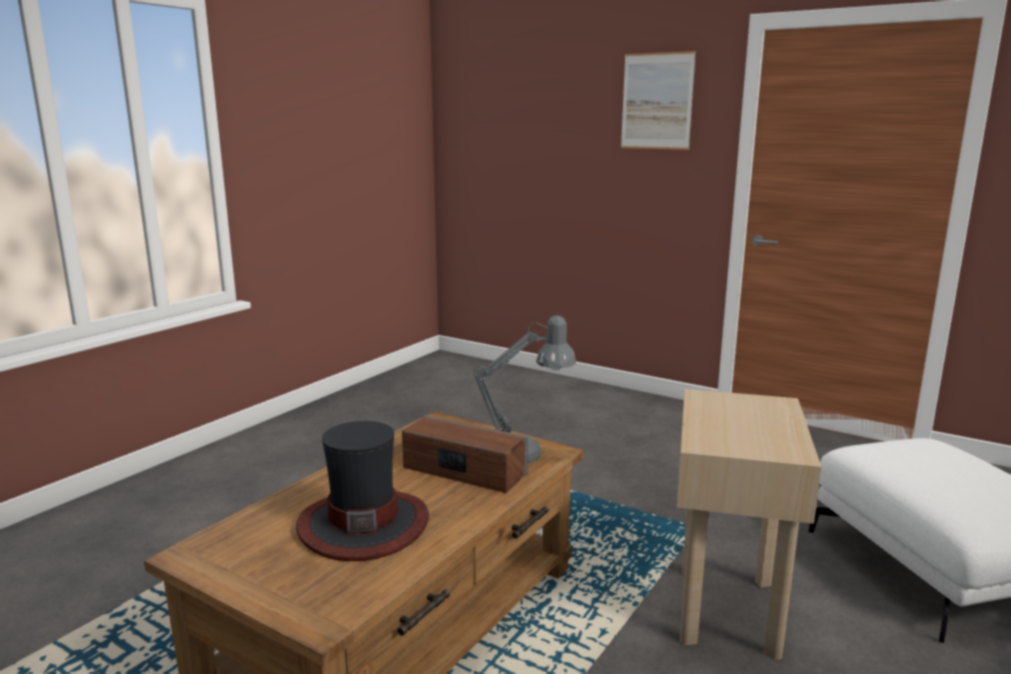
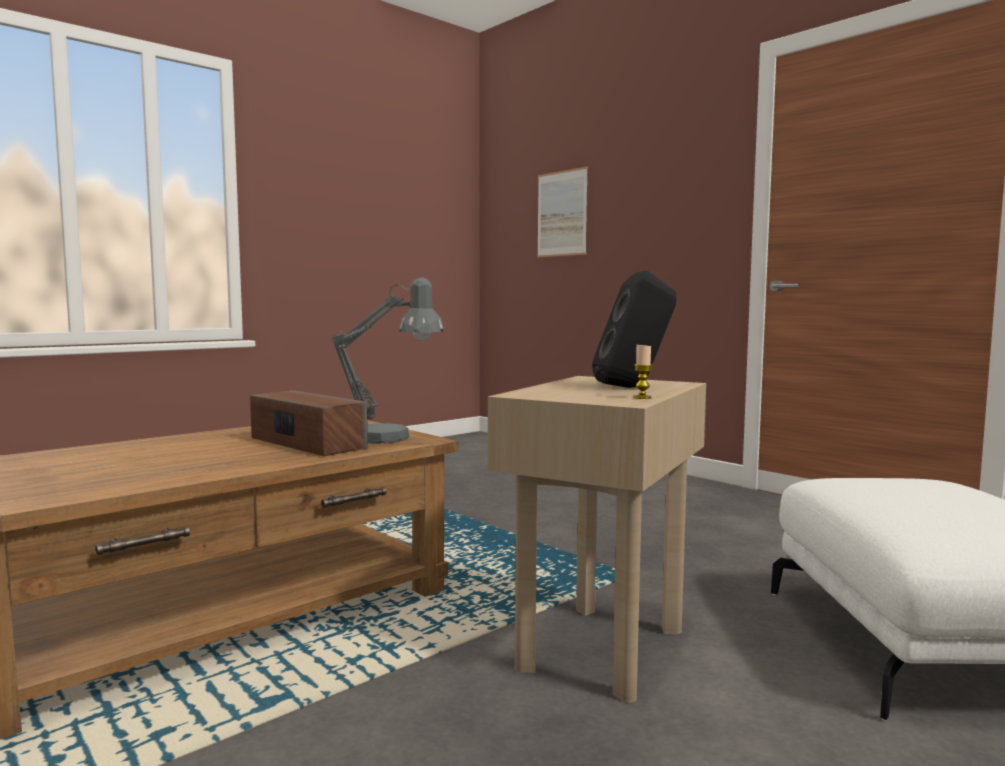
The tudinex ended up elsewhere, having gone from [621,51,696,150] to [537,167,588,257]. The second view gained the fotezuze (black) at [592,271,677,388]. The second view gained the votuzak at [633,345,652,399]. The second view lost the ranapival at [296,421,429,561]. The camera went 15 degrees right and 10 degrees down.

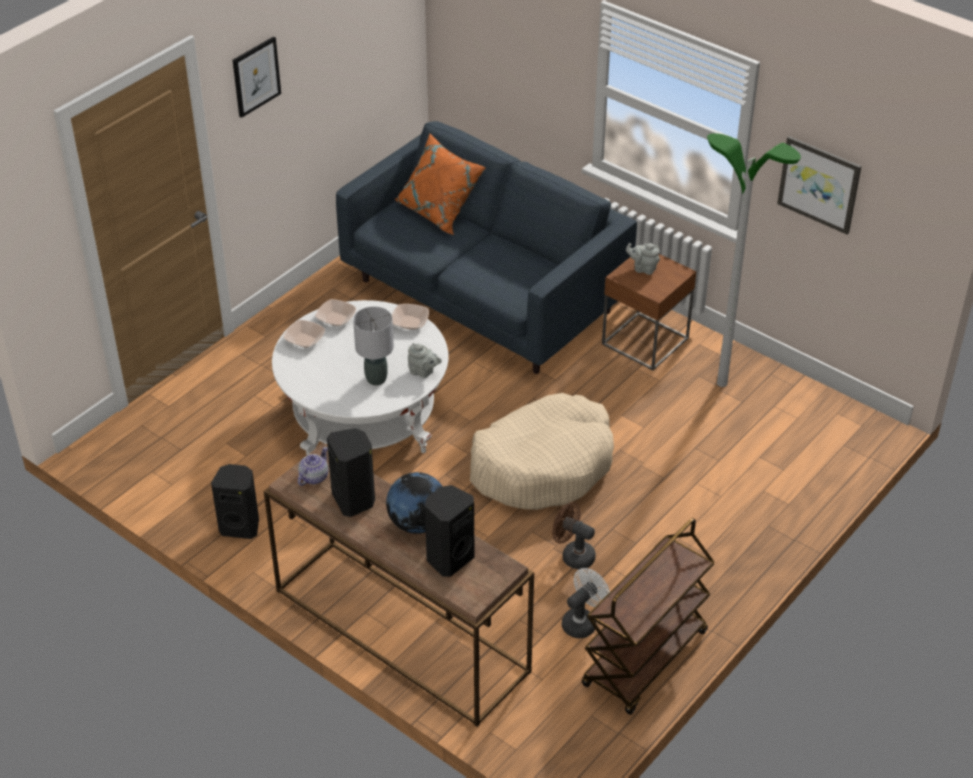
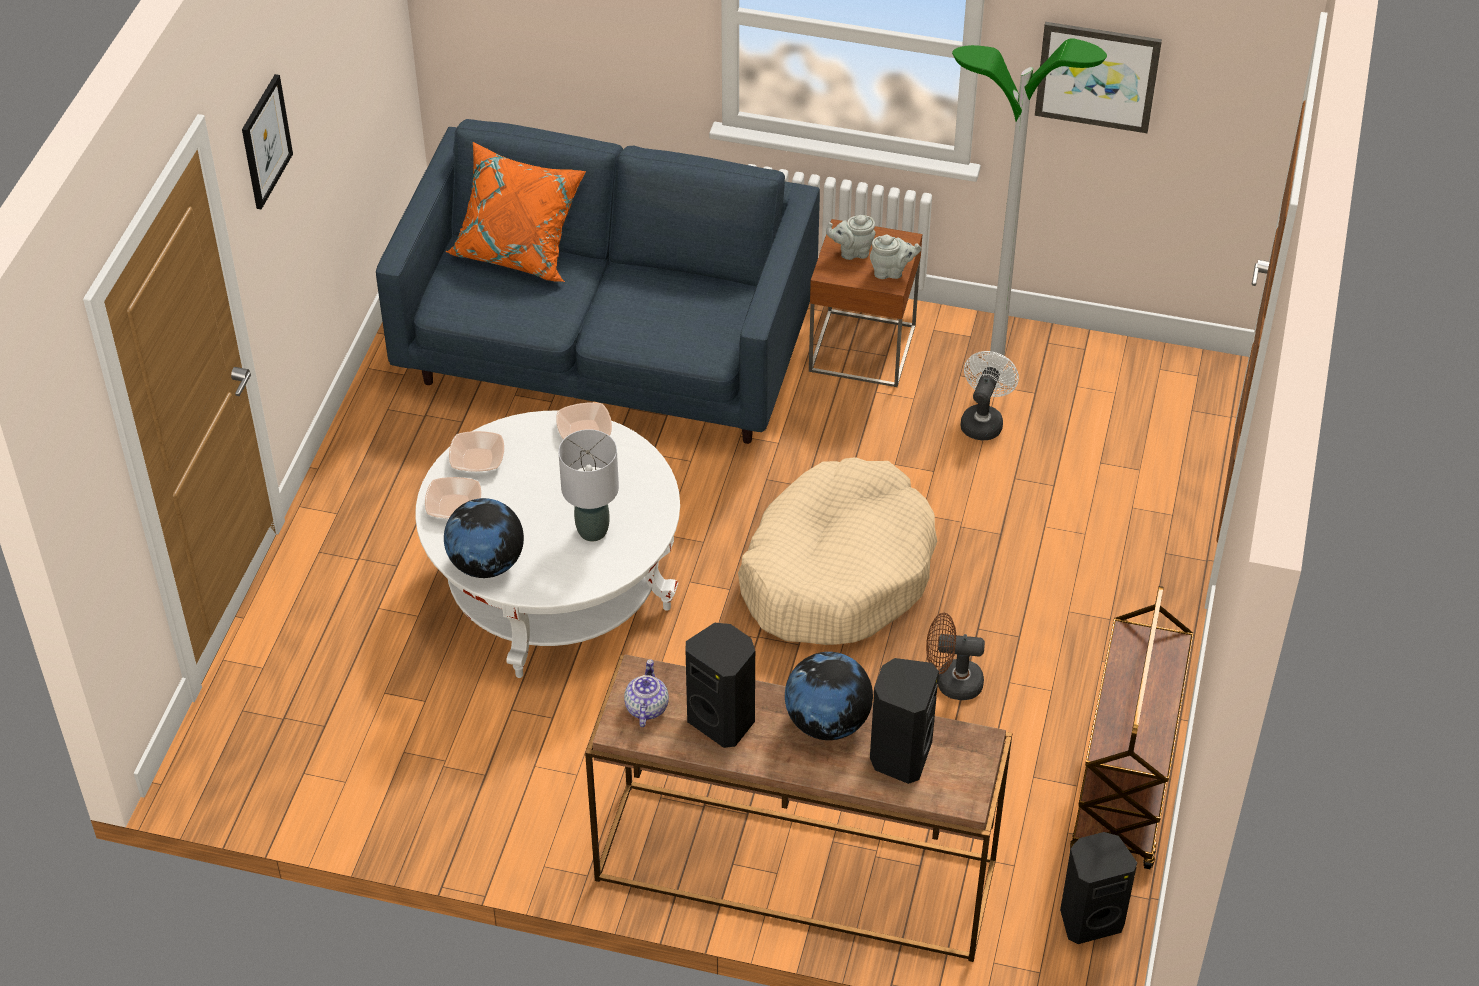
The second view gained the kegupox at [444,498,524,578]. The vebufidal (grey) ended up elsewhere, having gone from [408,343,442,378] to [870,235,921,279]. The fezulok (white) ended up elsewhere, having gone from [562,568,610,638] to [960,351,1019,440]. The fotezuze (black) ended up elsewhere, having gone from [211,464,259,539] to [1060,832,1137,944]. The camera went 25 degrees left and 5 degrees up.

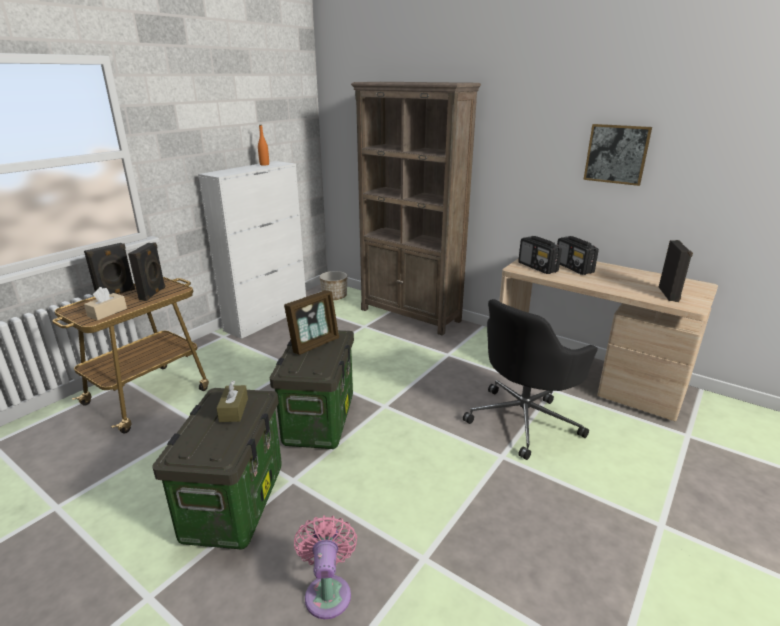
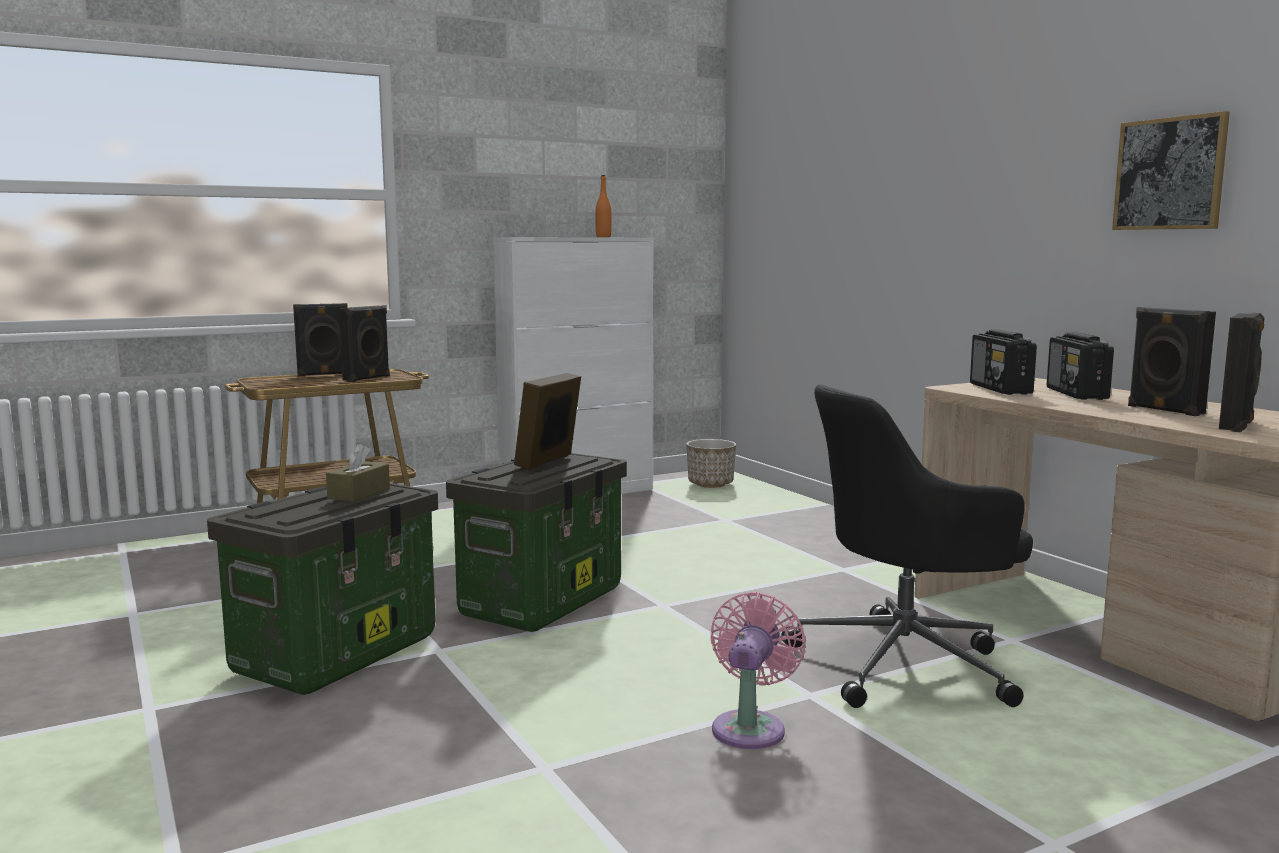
The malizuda at [284,290,339,355] ended up facing another way, 135 degrees clockwise from before. The fezulok (pink) ended up elsewhere, having gone from [294,515,357,619] to [710,592,806,749]. The second view gained the fotezuze (black) at [1128,307,1216,416]. The second view lost the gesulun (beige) at [84,287,127,320]. The second view lost the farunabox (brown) at [351,82,481,335]. The camera went 25 degrees right and 15 degrees down.

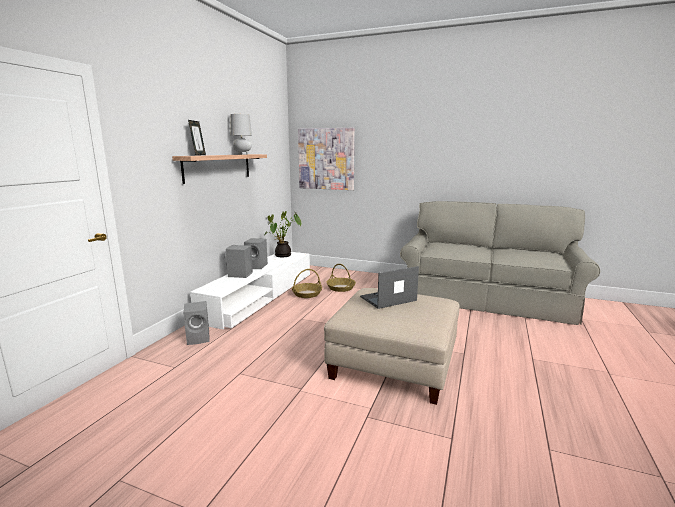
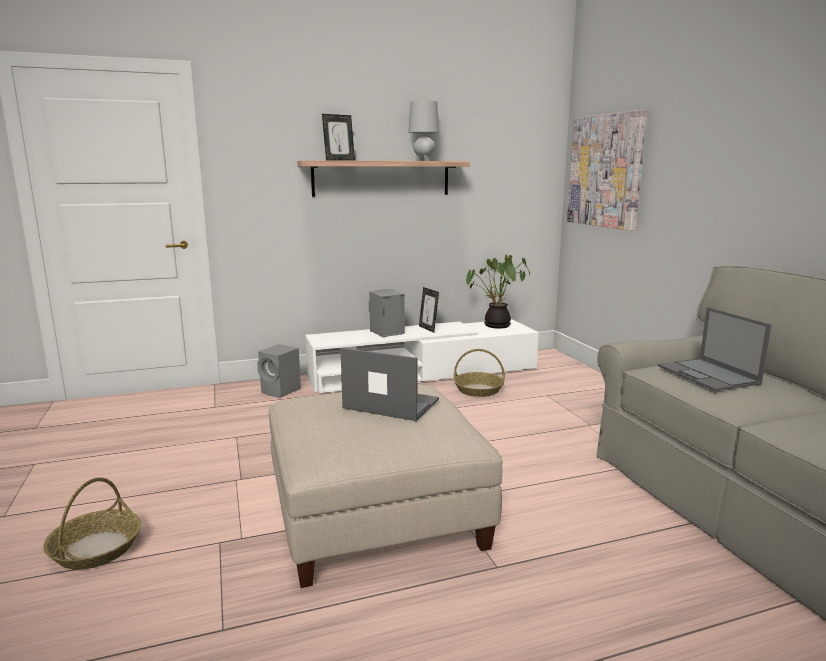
The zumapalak ended up elsewhere, having gone from [326,264,356,292] to [43,477,141,570]. Where the fotezuze (grey) stood at [244,238,268,269], the malizuda came to stand at [419,287,439,333]. The second view gained the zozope at [658,307,772,391]. The camera went 50 degrees right and 0 degrees up.

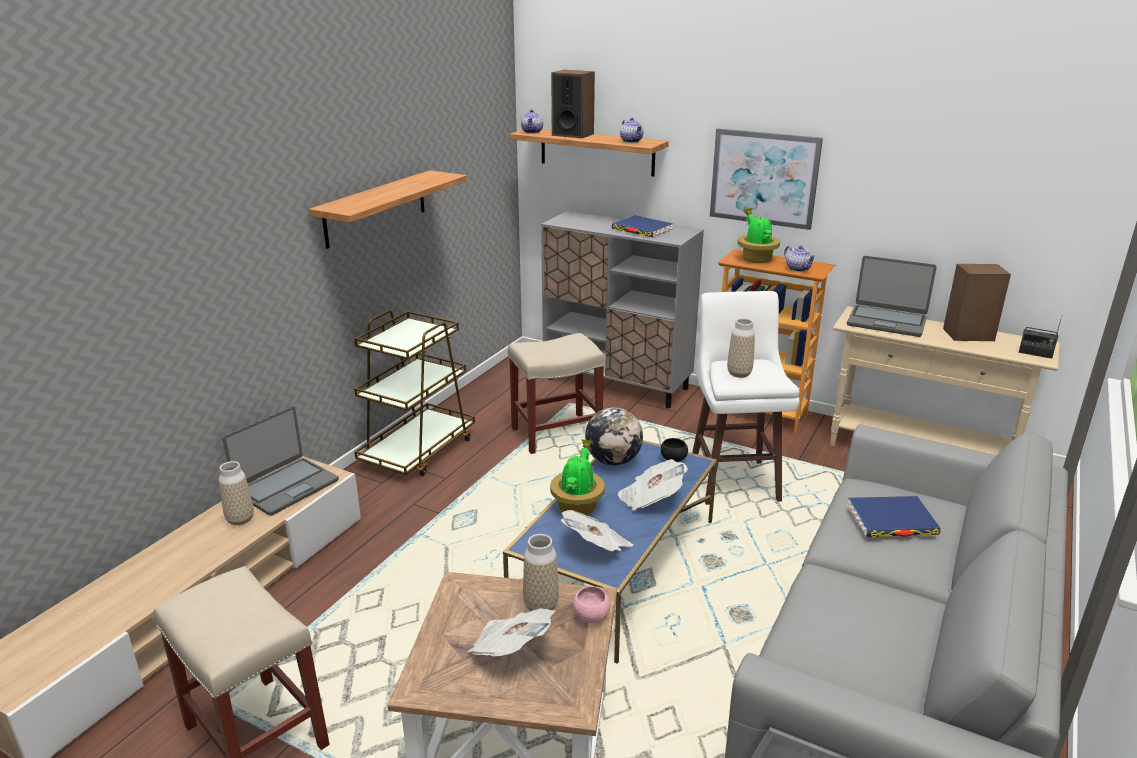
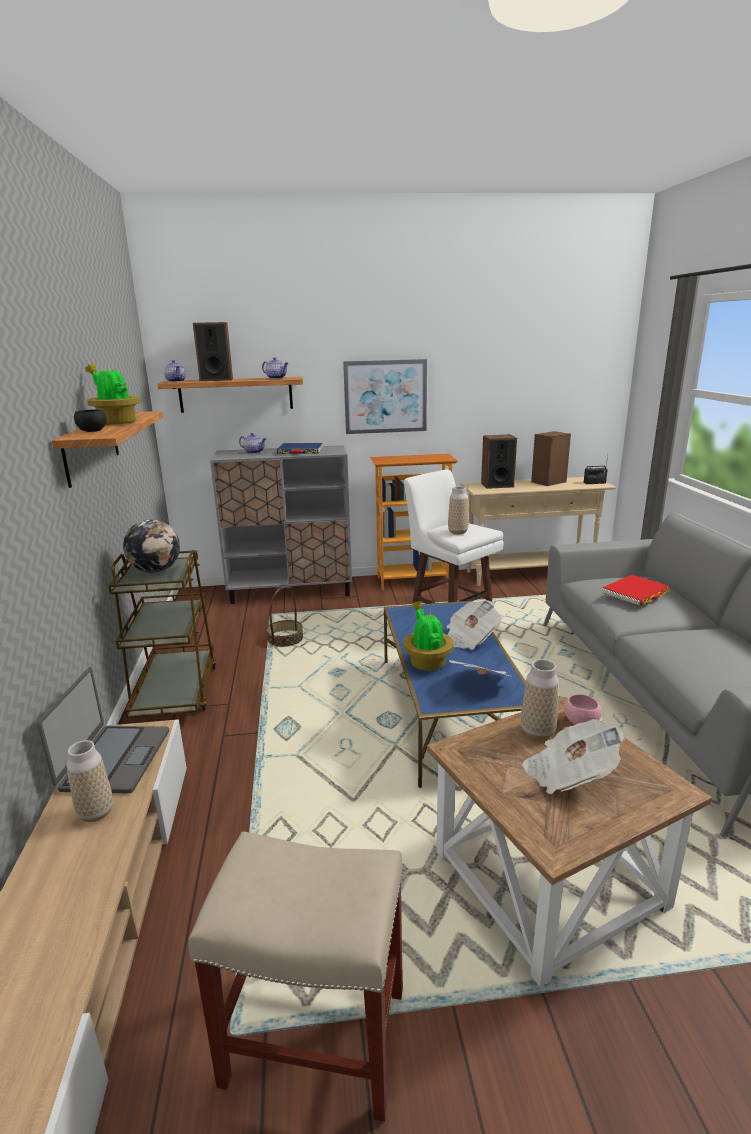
The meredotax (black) ended up elsewhere, having gone from [661,438,688,462] to [74,410,107,432]. The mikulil ended up elsewhere, having gone from [738,208,780,263] to [85,364,141,425]. The kegupox ended up elsewhere, having gone from [585,407,643,466] to [123,519,180,573]. The vebufidal ended up elsewhere, having gone from [784,245,816,272] to [239,433,266,454]. Where the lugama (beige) stood at [508,333,605,454], the zumapalak came to stand at [266,586,303,647]. Where the zozope stood at [847,256,937,337], the fotezuze came to stand at [481,434,517,489]. What was the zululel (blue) at [848,496,940,537] turned into the zululel (red) at [603,575,670,606]. The camera went 35 degrees left and 5 degrees down.

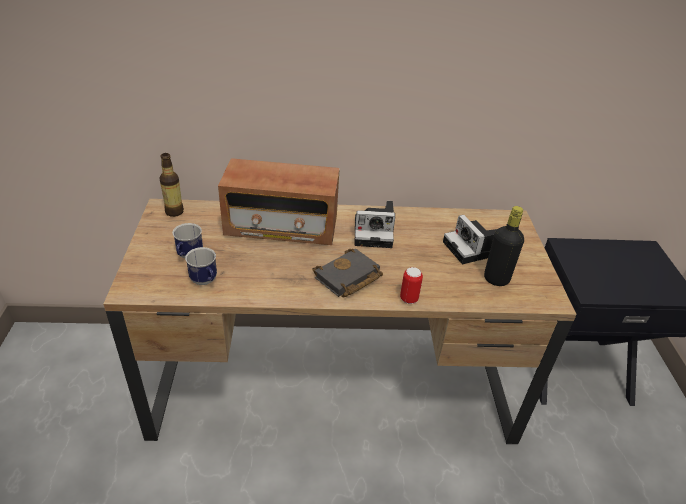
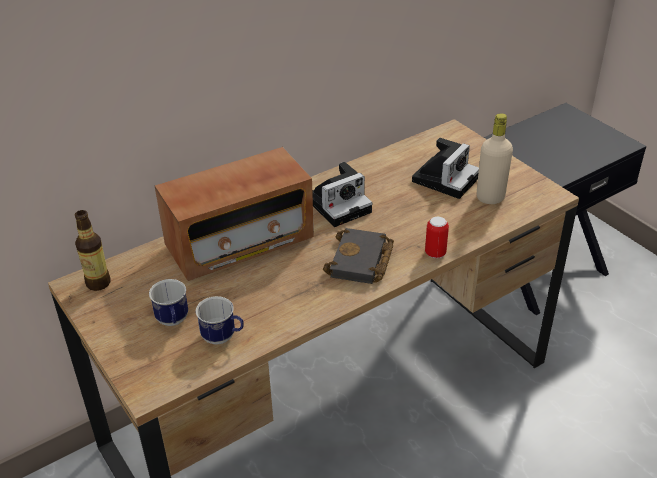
The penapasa at [443,215,498,264] ended up facing another way, 90 degrees counterclockwise from before. What was the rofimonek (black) at [484,206,524,286] turned into the rofimonek (beige) at [477,113,513,204]. The camera went 30 degrees left and 0 degrees up.

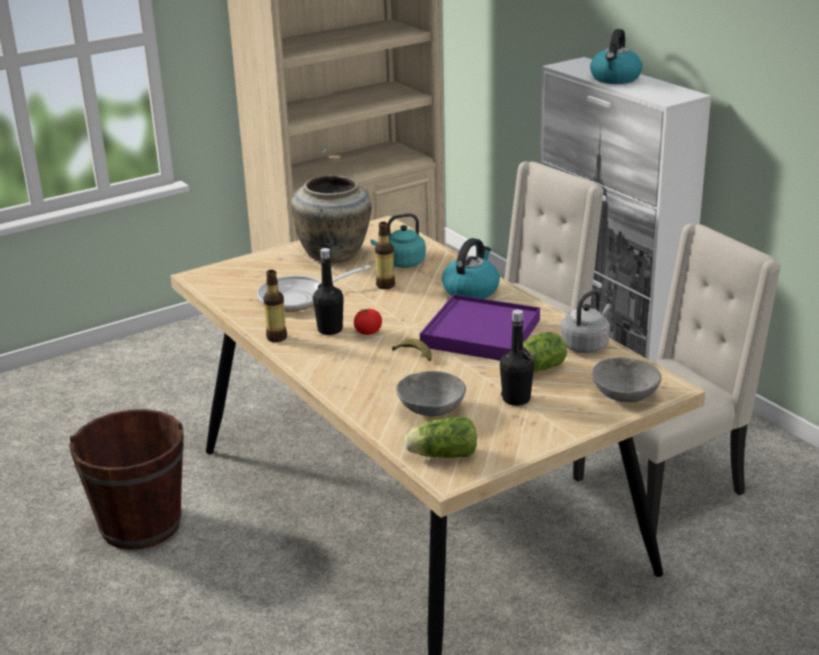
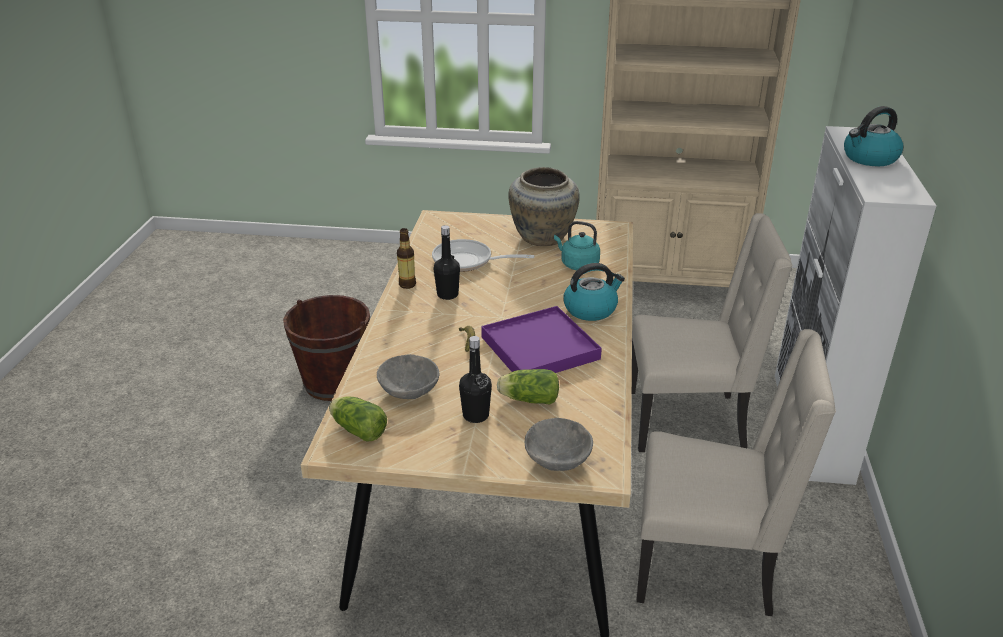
The second view lost the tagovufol at [354,308,382,335]. The second view lost the rofimonek at [375,222,395,289]. The second view lost the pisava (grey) at [560,290,611,353]. The camera went 40 degrees right and 5 degrees up.

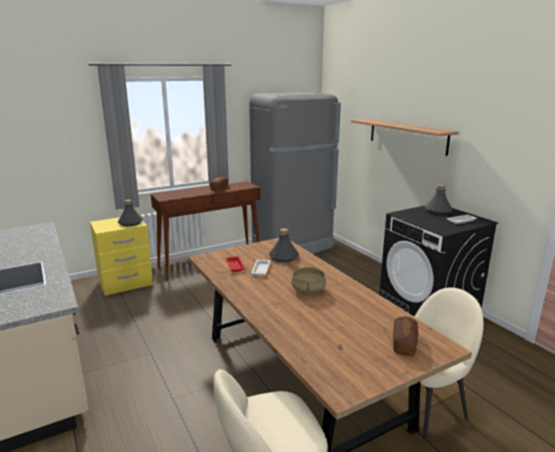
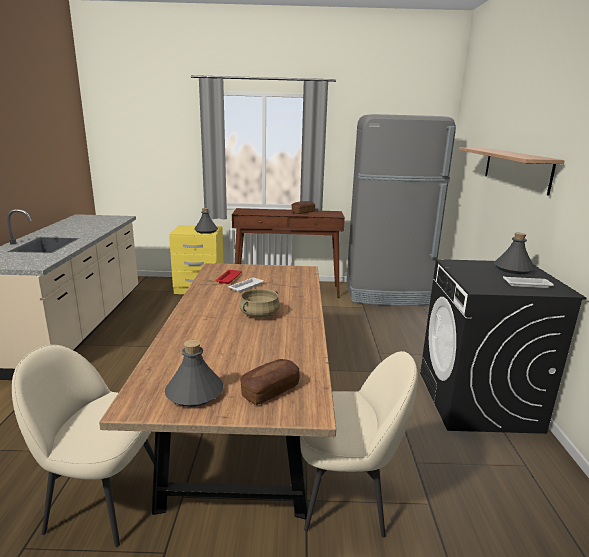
The rofimonek (grey) ended up elsewhere, having gone from [269,228,299,262] to [165,340,224,407]. The camera went 30 degrees right and 0 degrees up.

